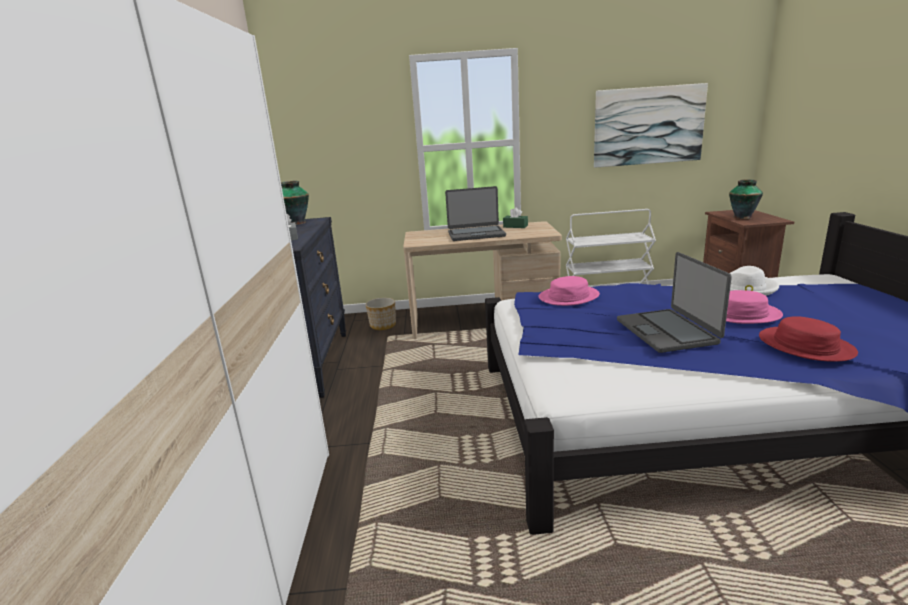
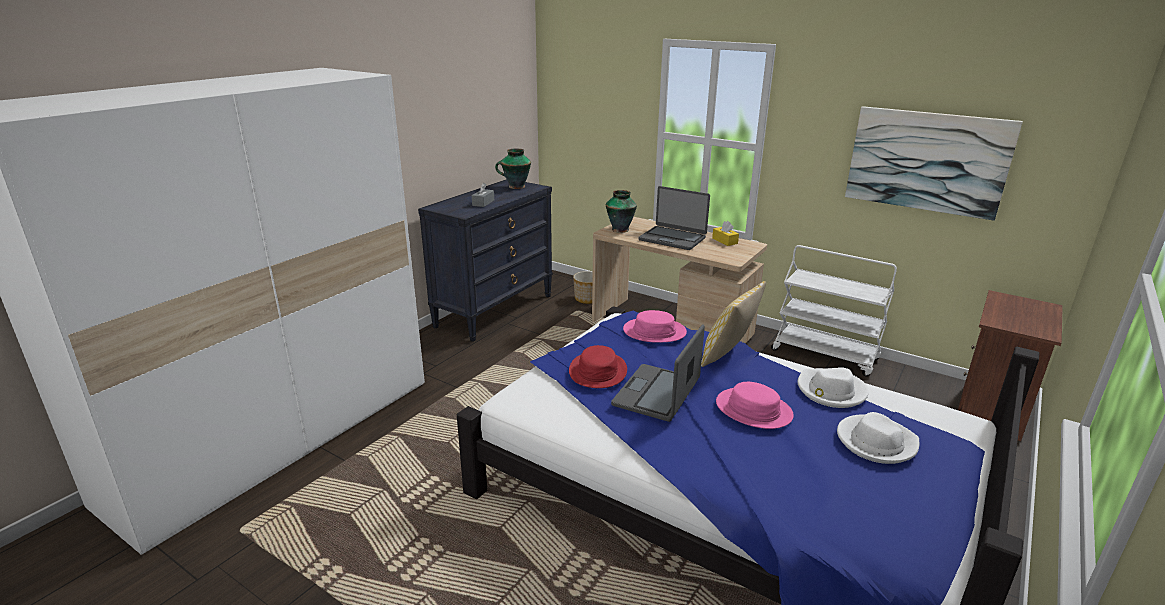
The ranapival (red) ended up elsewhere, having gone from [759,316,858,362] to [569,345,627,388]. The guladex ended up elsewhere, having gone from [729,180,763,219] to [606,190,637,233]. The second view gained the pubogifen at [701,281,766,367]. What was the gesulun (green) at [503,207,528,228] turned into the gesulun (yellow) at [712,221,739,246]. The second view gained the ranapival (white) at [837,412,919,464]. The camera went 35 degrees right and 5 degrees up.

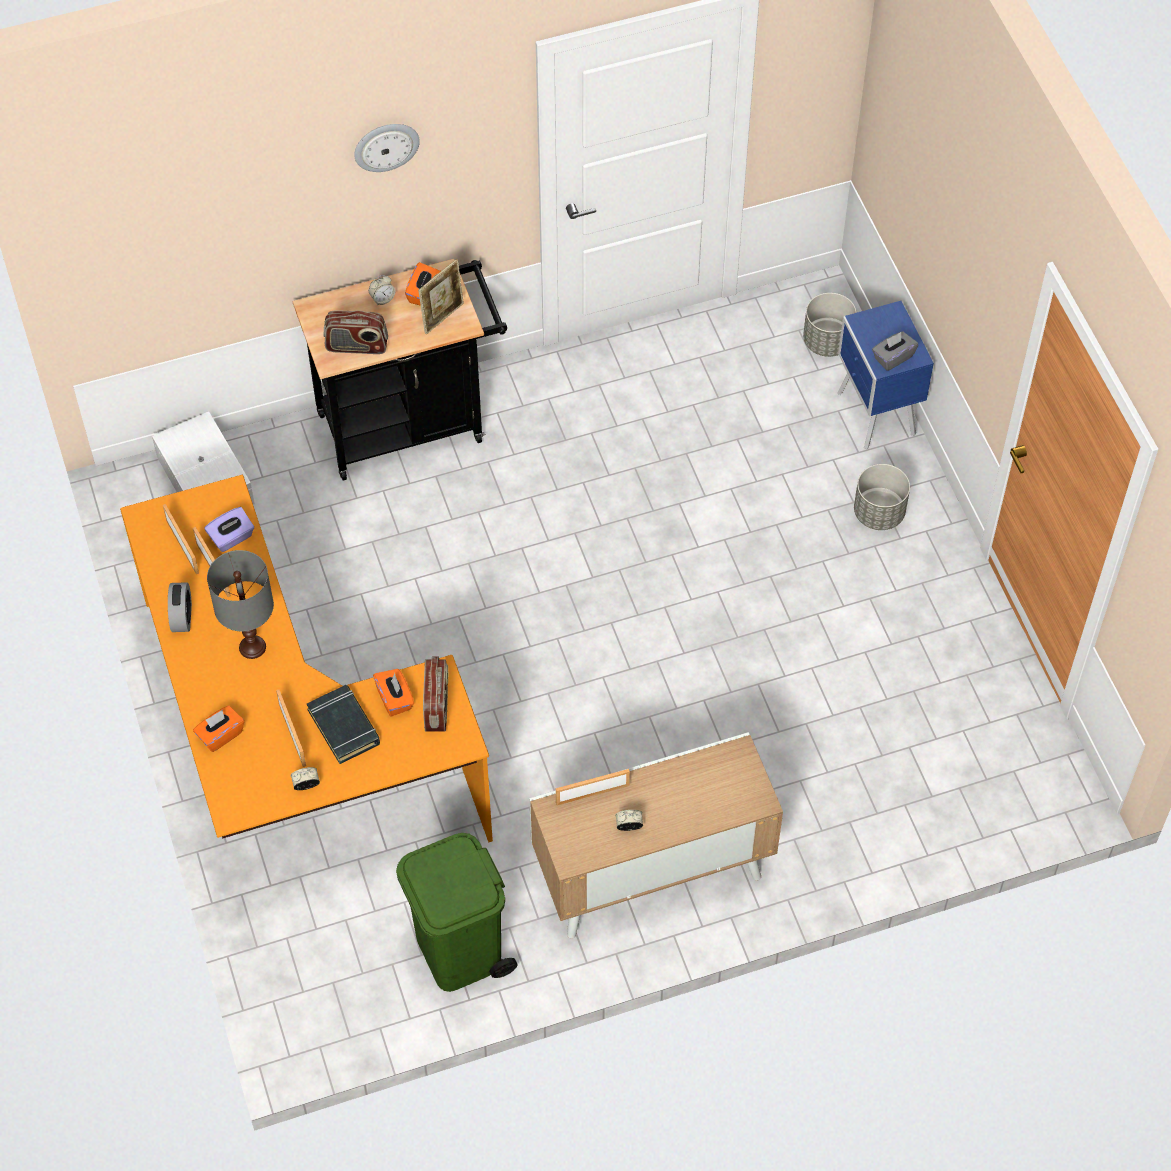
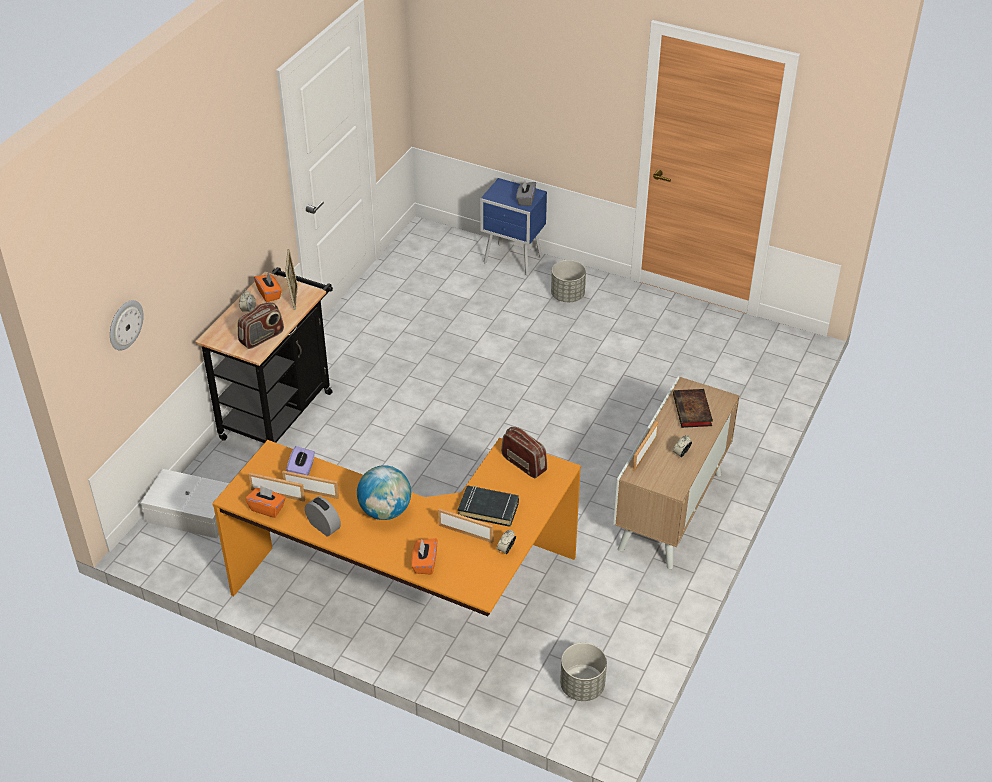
The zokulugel ended up elsewhere, having gone from [354,124,420,172] to [110,300,144,351]. The gesulun (orange) ended up elsewhere, having gone from [373,669,414,716] to [246,486,286,518]. Where the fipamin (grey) stood at [207,550,274,659], the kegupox came to stand at [357,465,411,520]. The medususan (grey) ended up elsewhere, having gone from [803,293,856,357] to [560,643,607,701]. The second view gained the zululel at [673,389,713,428]. The second view lost the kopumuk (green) at [396,833,518,992]. The camera went 45 degrees left and 15 degrees down.

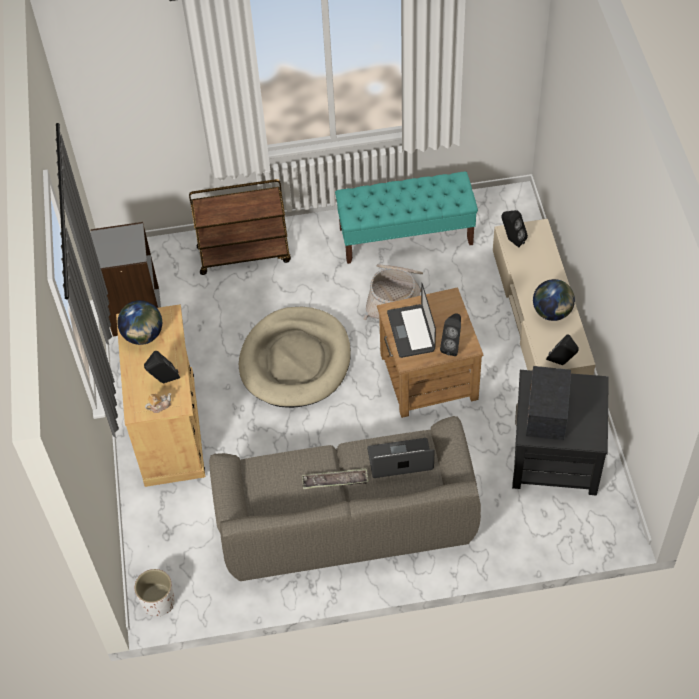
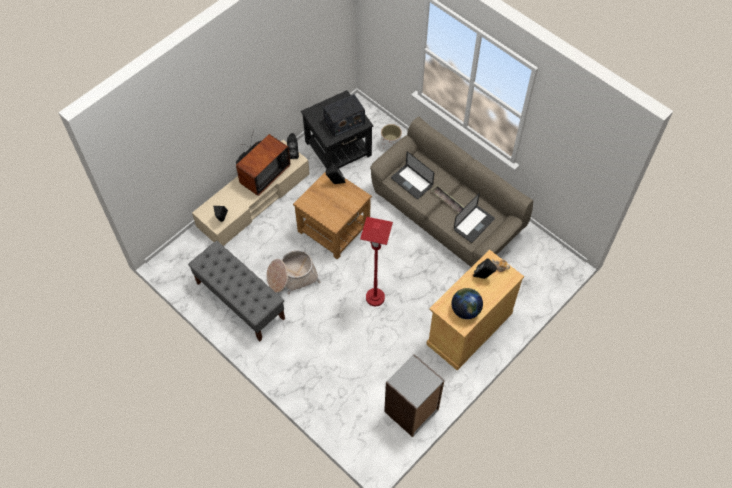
What was the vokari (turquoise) at [335,171,478,264] turned into the vokari (grey) at [188,241,285,342]. Where the kegupox stood at [533,279,575,321], the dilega came to stand at [236,130,291,196]. Where the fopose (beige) stood at [239,307,351,408], the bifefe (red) came to stand at [360,217,393,306]. The medususan (white) ended up elsewhere, having gone from [135,569,175,617] to [381,124,402,151]. The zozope ended up elsewhere, having gone from [387,283,436,358] to [454,193,495,243]. The second view lost the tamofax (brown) at [189,179,291,275]. The camera went 130 degrees left and 5 degrees up.

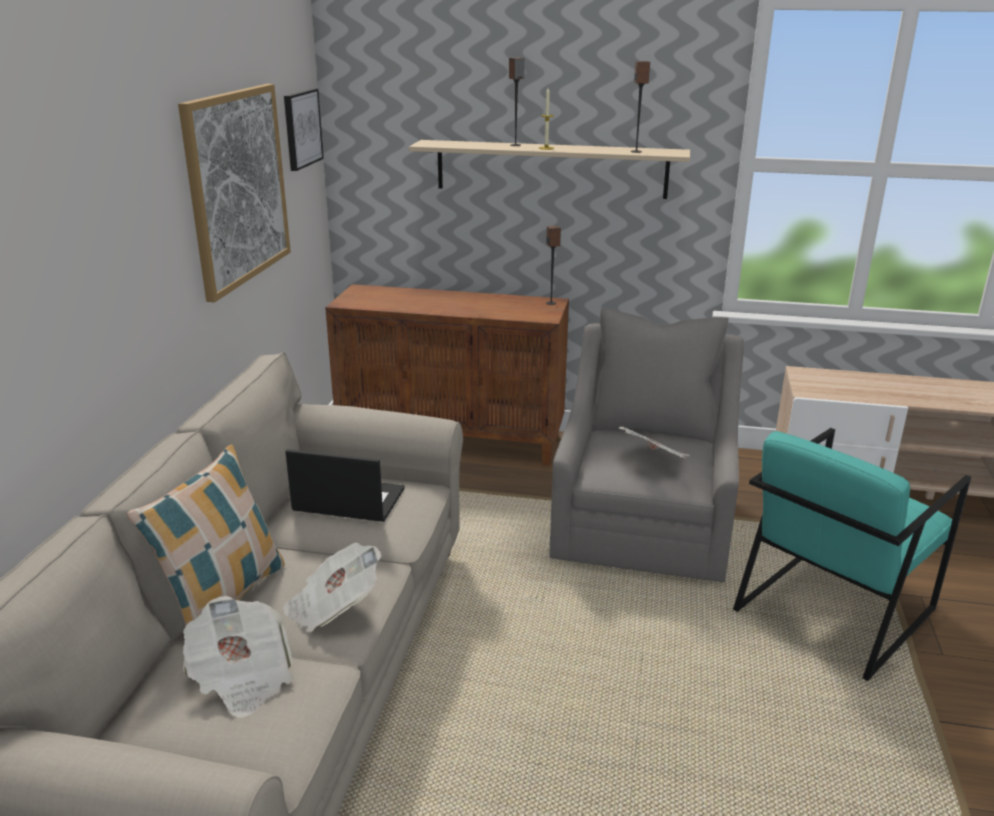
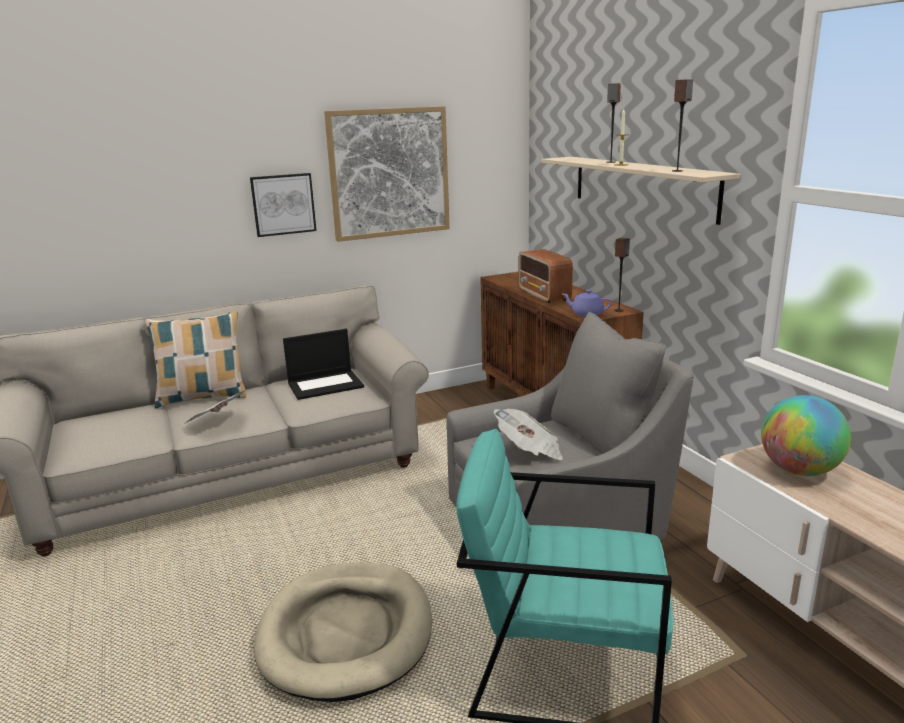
The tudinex ended up elsewhere, having gone from [284,88,324,171] to [250,173,316,237]. The second view gained the fopose (beige) at [254,562,432,702]. The zozope at [285,449,404,522] ended up facing another way, 90 degrees clockwise from before. The second view gained the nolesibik at [519,249,573,303]. The second view gained the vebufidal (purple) at [562,290,613,317]. The second view gained the kegupox at [761,395,851,476]. The second view lost the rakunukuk at [183,596,294,718]. The camera went 55 degrees right and 5 degrees down.

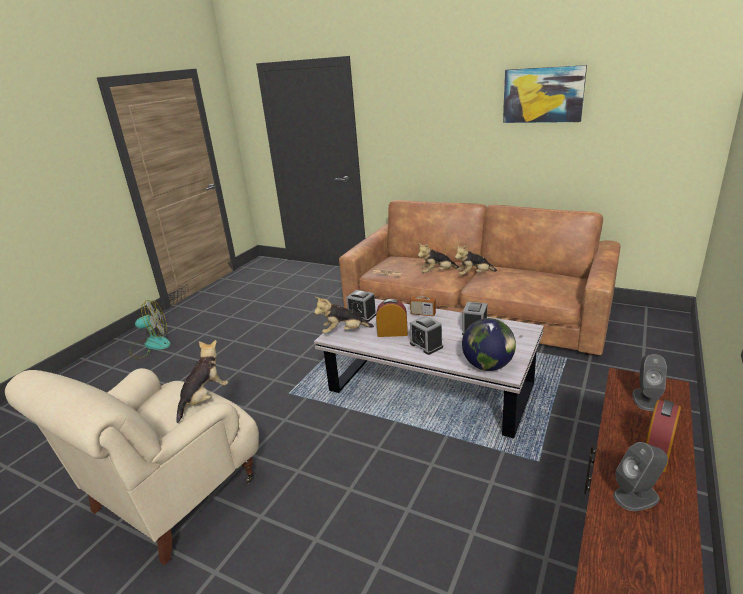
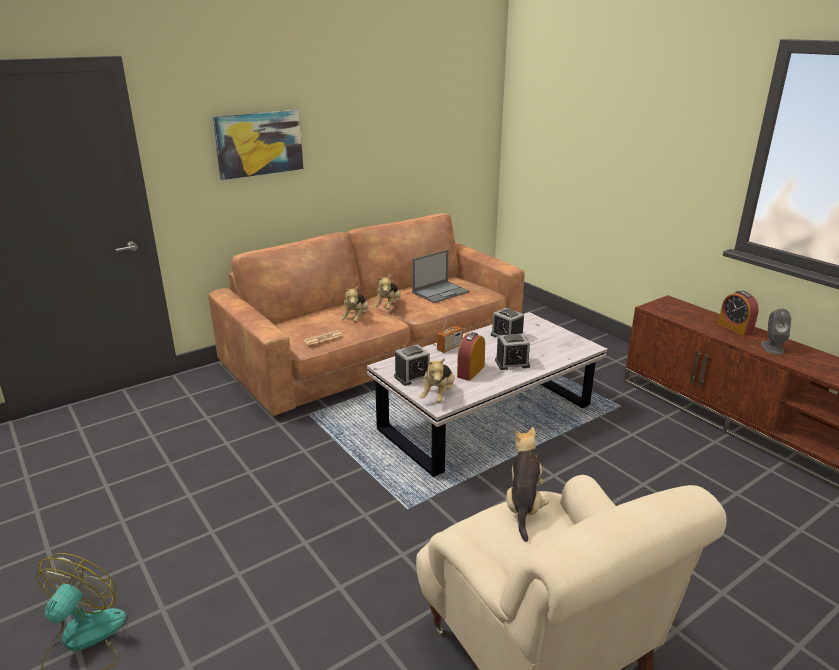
The tudinex ended up elsewhere, having gone from [503,65,587,123] to [212,110,303,180]. The second view gained the zozope at [412,250,469,303]. The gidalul at [176,340,228,423] ended up facing another way, 45 degrees clockwise from before. The second view lost the kegupox at [462,318,516,371]. The second view lost the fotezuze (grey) at [632,354,667,411]. The camera went 65 degrees left and 0 degrees up.

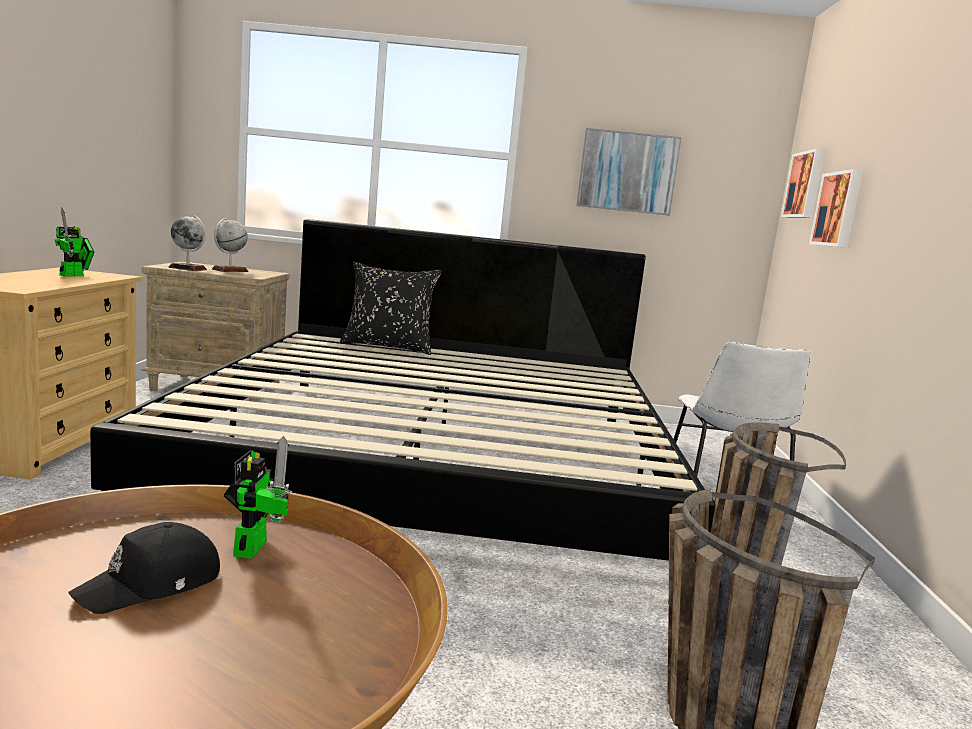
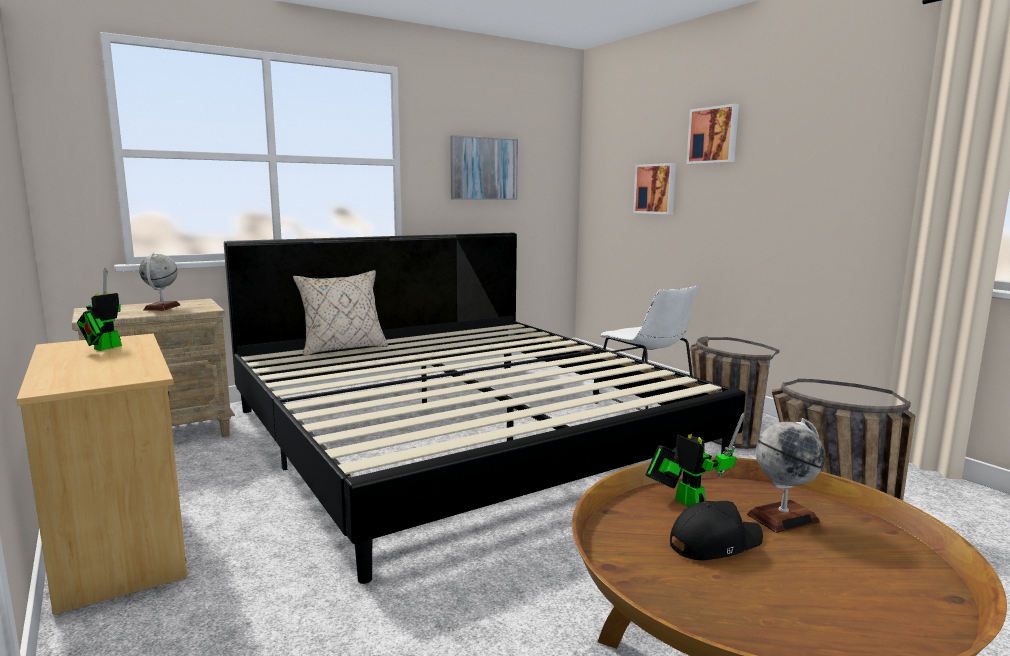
The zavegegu at [55,208,94,277] ended up facing another way, 150 degrees counterclockwise from before. What was the pubogifen (black) at [340,262,442,355] turned into the pubogifen (beige) at [293,270,388,356]. The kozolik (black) at [68,522,220,614] ended up facing another way, 120 degrees counterclockwise from before. The tudinex ended up elsewhere, having gone from [781,148,825,218] to [686,104,739,164]. The kegupox ended up elsewhere, having gone from [168,215,207,271] to [747,418,825,533]. The camera went 35 degrees left and 0 degrees up.

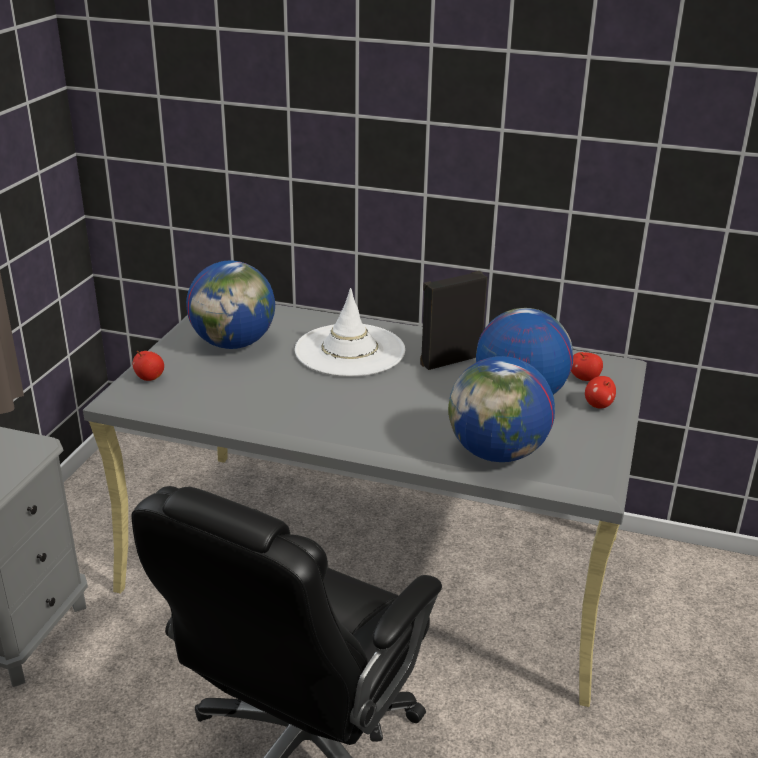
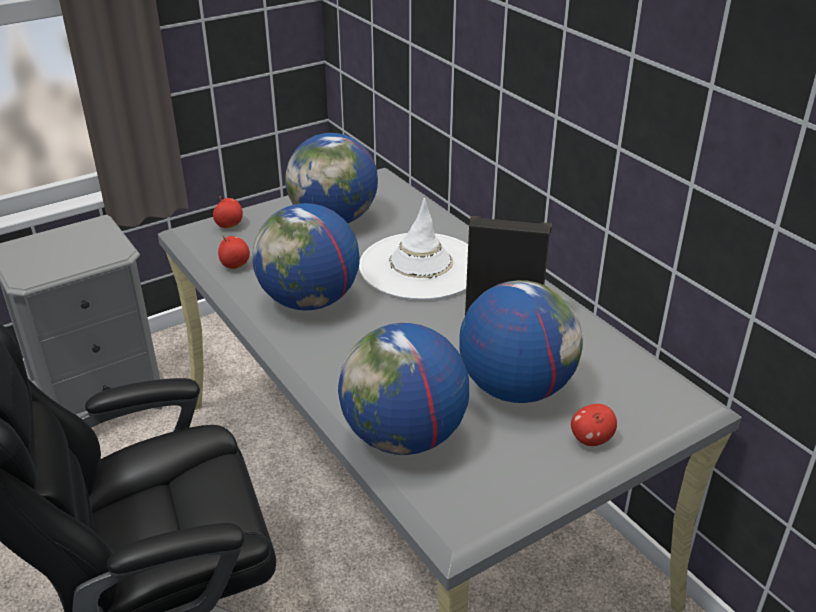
The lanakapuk ended up elsewhere, having gone from [571,352,603,381] to [218,235,250,269]. The second view gained the kegupox at [252,203,360,310]. The camera went 40 degrees right and 5 degrees up.

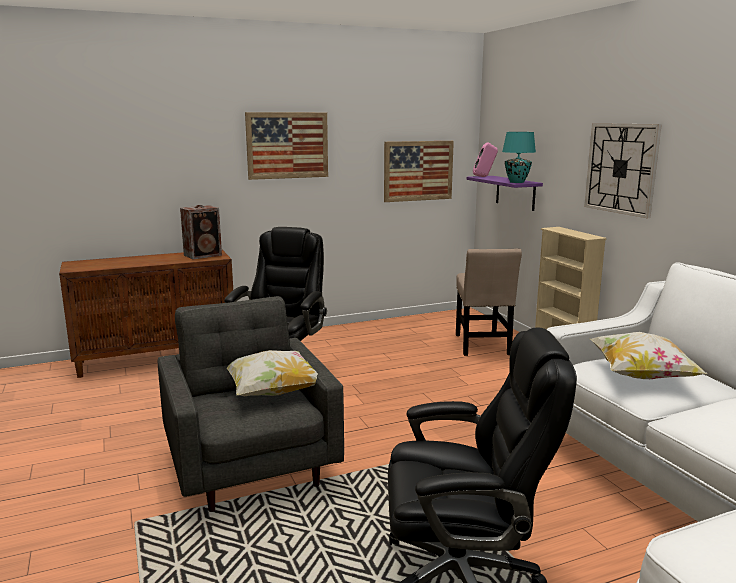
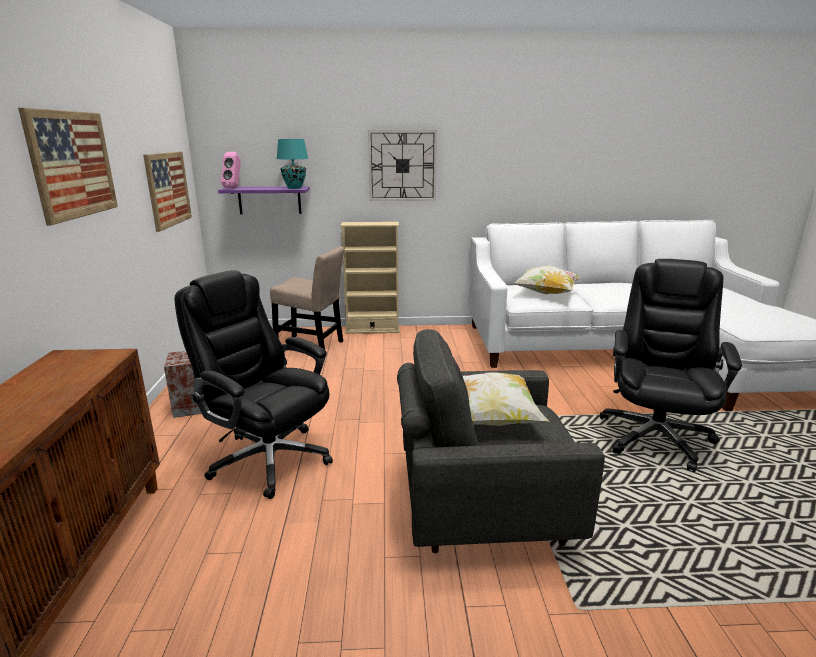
The fotezuze ended up elsewhere, having gone from [180,205,222,259] to [164,351,202,418]. The camera went 70 degrees left and 5 degrees up.

